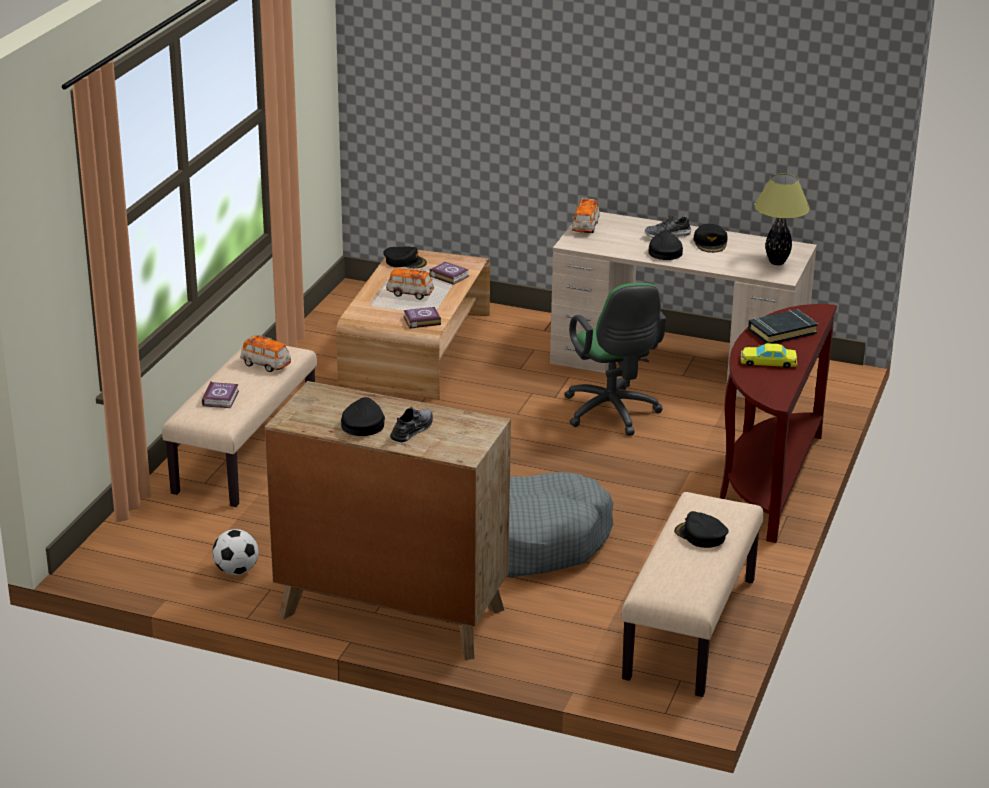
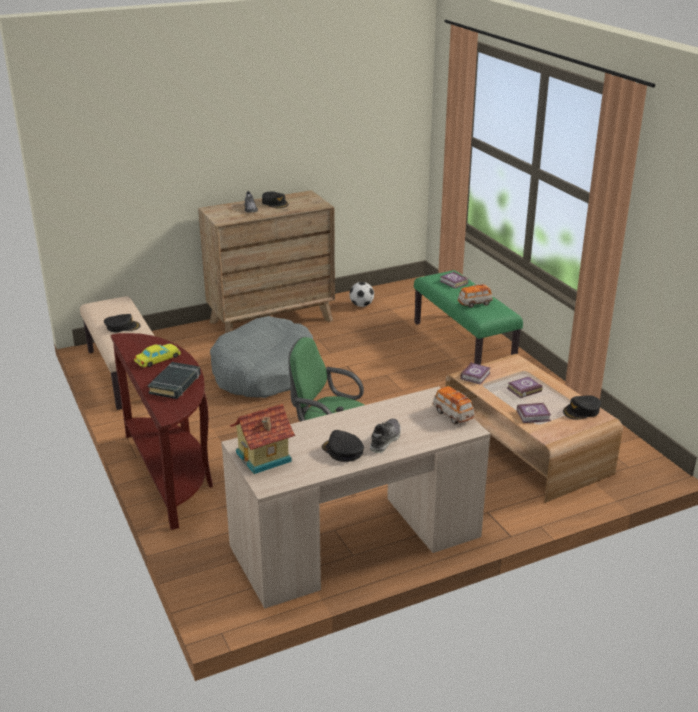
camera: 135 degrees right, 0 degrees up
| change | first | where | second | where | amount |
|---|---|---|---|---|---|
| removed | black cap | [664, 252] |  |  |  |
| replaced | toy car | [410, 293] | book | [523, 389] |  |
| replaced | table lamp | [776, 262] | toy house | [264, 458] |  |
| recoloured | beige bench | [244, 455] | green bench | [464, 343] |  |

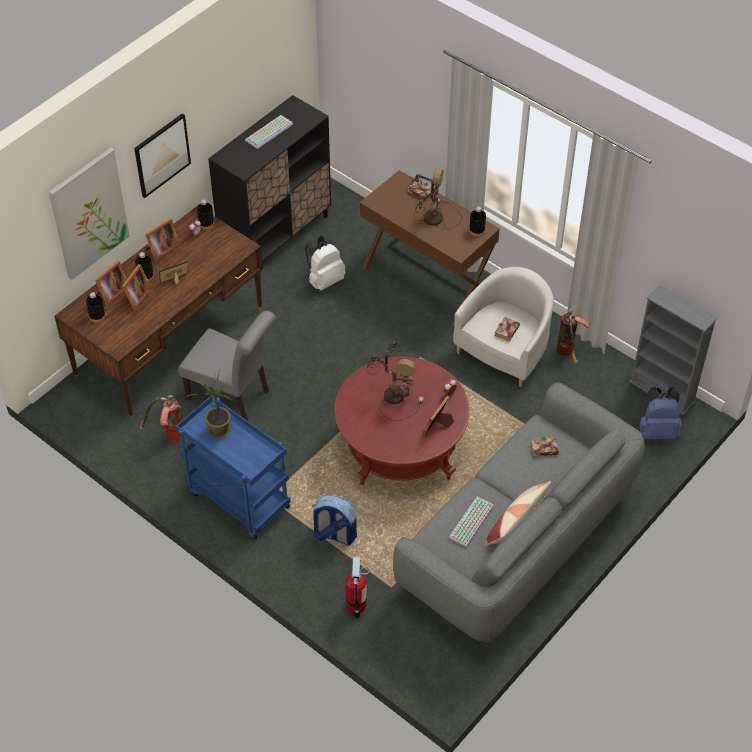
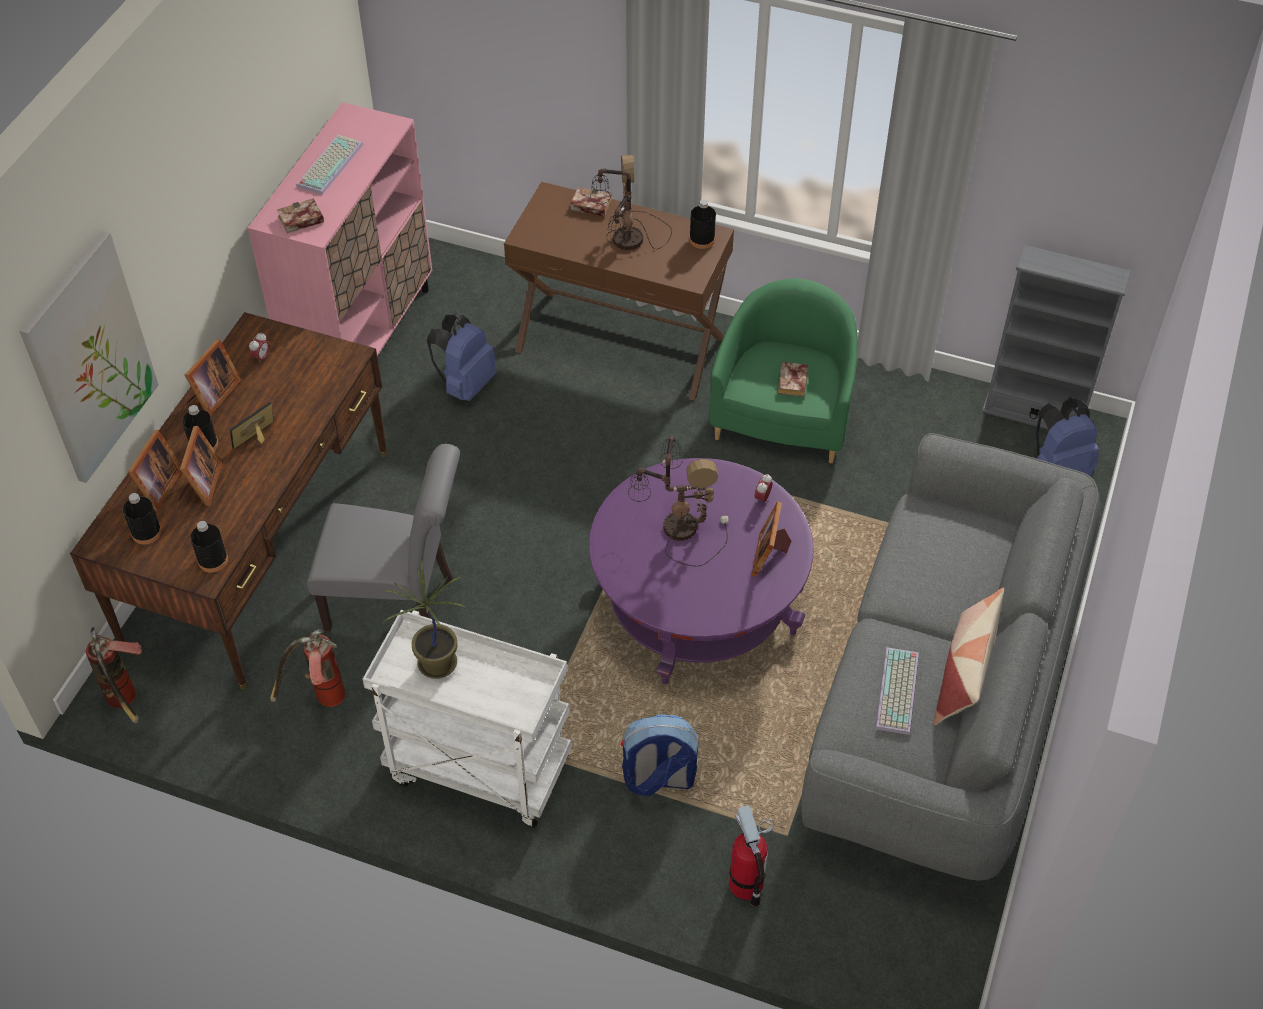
camera: 20 degrees left, 0 degrees up
| change | first | where | second | where | amount |
|---|---|---|---|---|---|
| removed | picture | [162, 155] |  |  |  |
| moved | black bottle | [206, 223] |  | [213, 560] |  |
| moved | book | [543, 449] |  | [300, 221] |  |
| moved | fire extinguisher | [568, 354] |  | [128, 703] |  |
| recoloured | blue cart | [237, 499] | white cart | [476, 770] |  |
| recoloured | black cabinet | [276, 236] | pink cabinet | [362, 339] |  |
| recoloured | white backpack | [324, 280] | blue backpack | [465, 384] |  |
| recoloured | red coffee table | [401, 446] | purple coffee table | [697, 605] |  |
| recoloured | white armchair | [505, 350] | green armchair | [783, 415] |  |

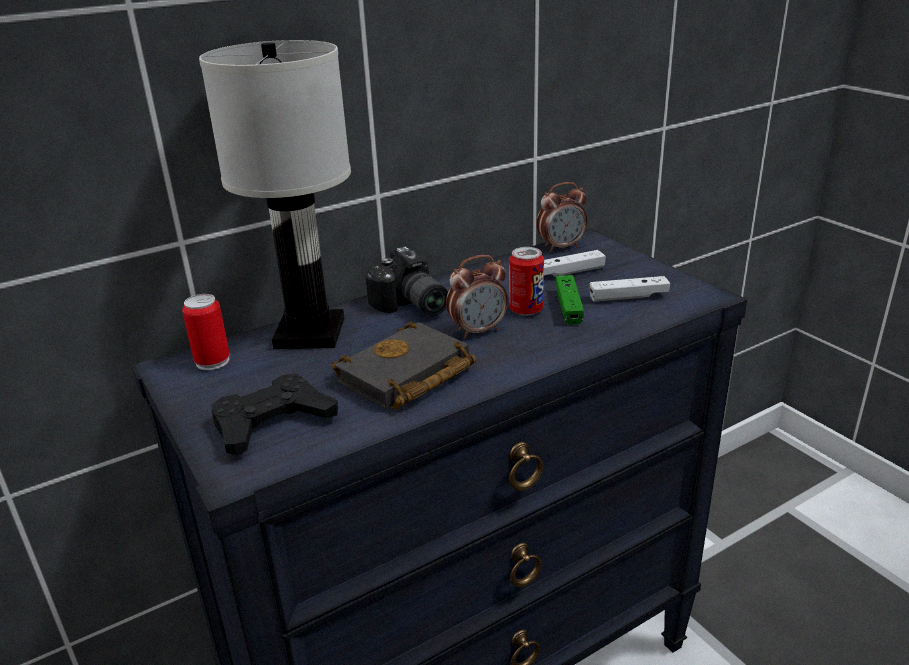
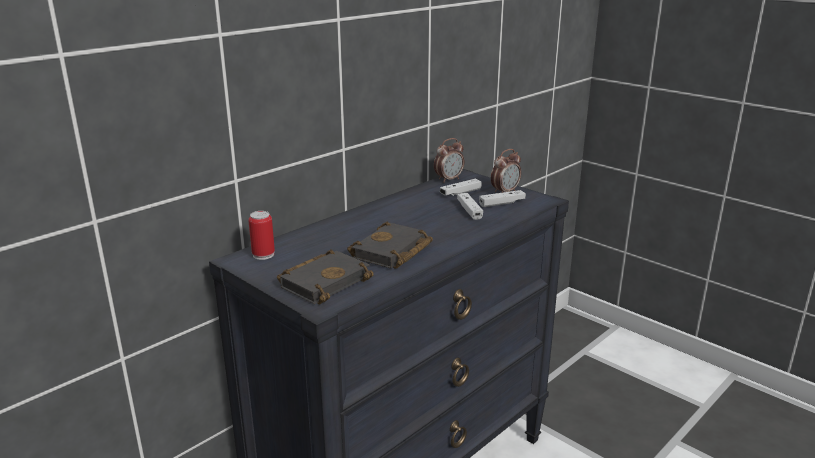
camera: 15 degrees left, 5 degrees down
| change | first | where | second | where | amount |
|---|---|---|---|---|---|
| removed | white table lamp | [308, 334] |  |  |  |
| removed | photo camera | [410, 306] |  |  |  |
| removed | can | [526, 310] |  |  |  |
| moved | alarm clock | [478, 331] |  | [505, 192] |  |
| replaced | black game controller | [272, 422] | black book | [325, 281] |  |
| recoloured | green game controller | [568, 306] | white game controller | [469, 211] |  |

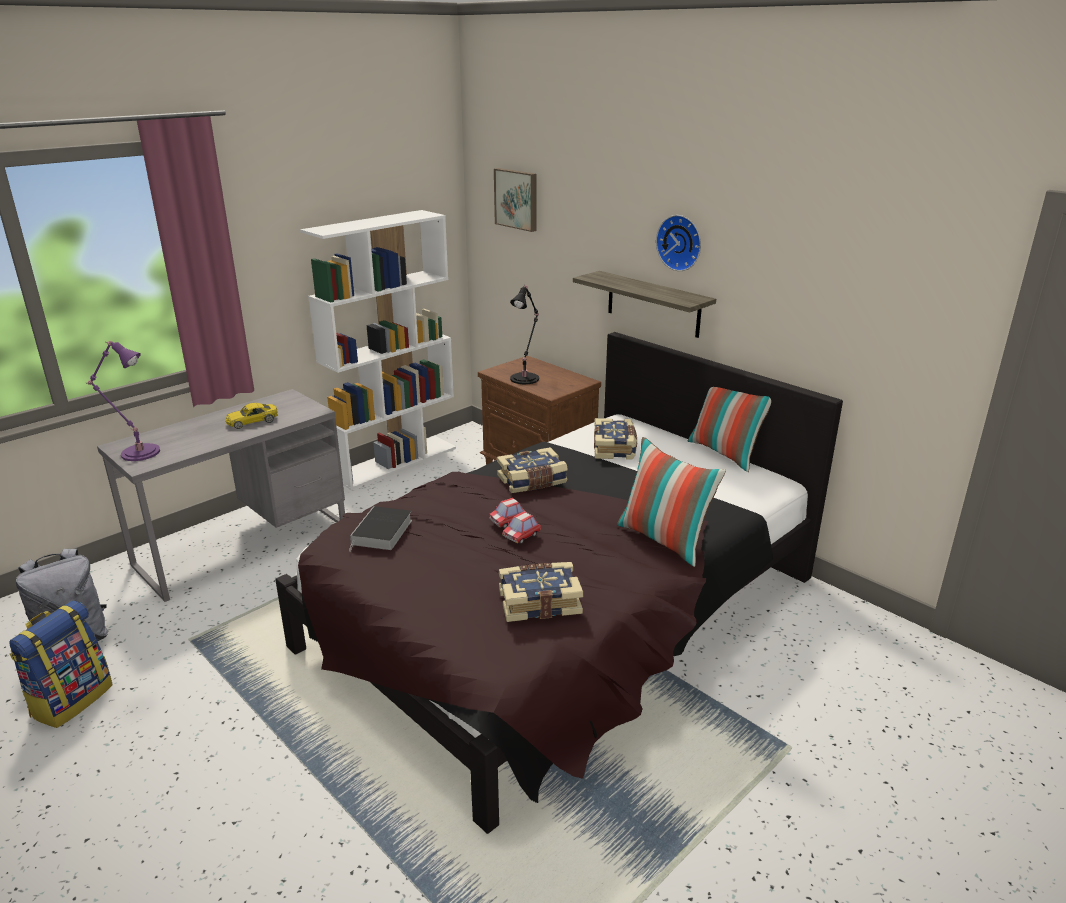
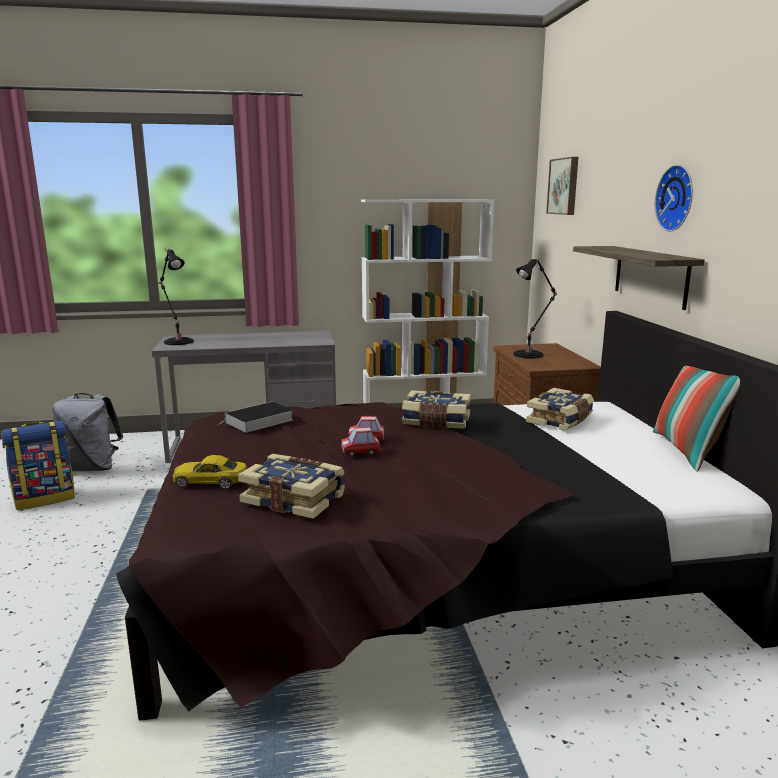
camera: 35 degrees right, 10 degrees down
| change | first | where | second | where | amount |
|---|---|---|---|---|---|
| removed | pillow | [664, 540] |  |  |  |
| moved | yellow toy car | [252, 421] |  | [210, 481] |  |
| recoloured | purple table lamp | [138, 452] | black table lamp | [178, 341] |  |

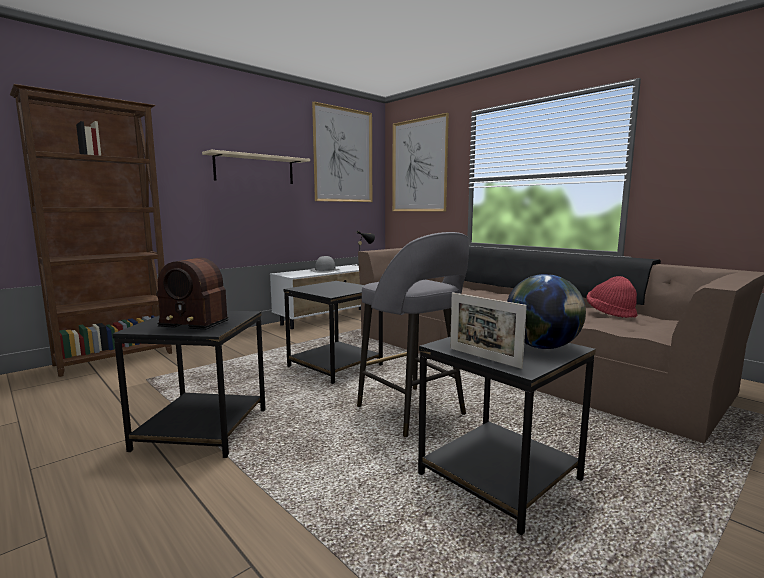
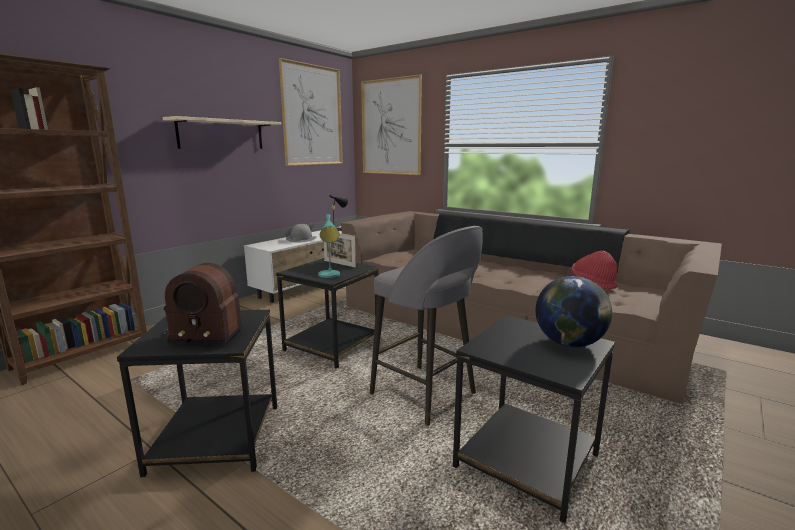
camera: 10 degrees left, 5 degrees up
| change | first | where | second | where | amount |
|---|---|---|---|---|---|
| added |  |  | turquoise table lamp | [330, 275] |  |
| moved | picture frame | [484, 358] |  | [339, 264] |  |

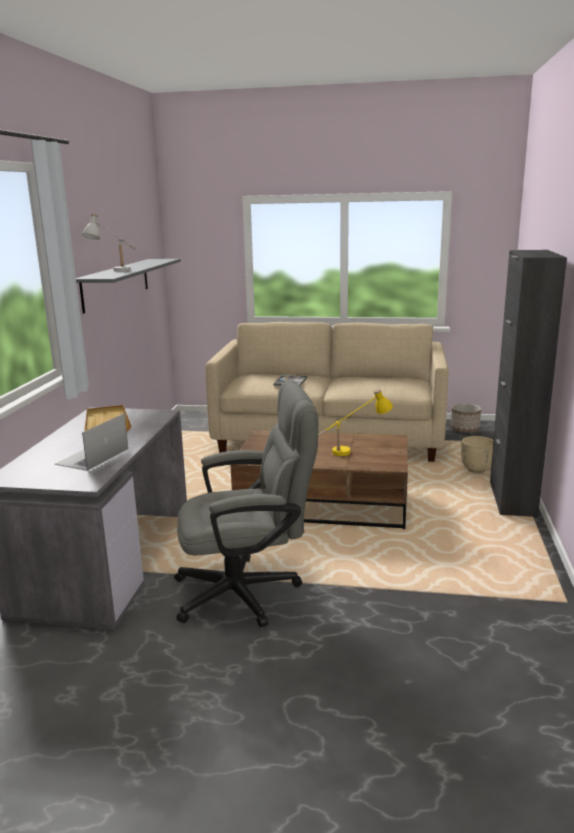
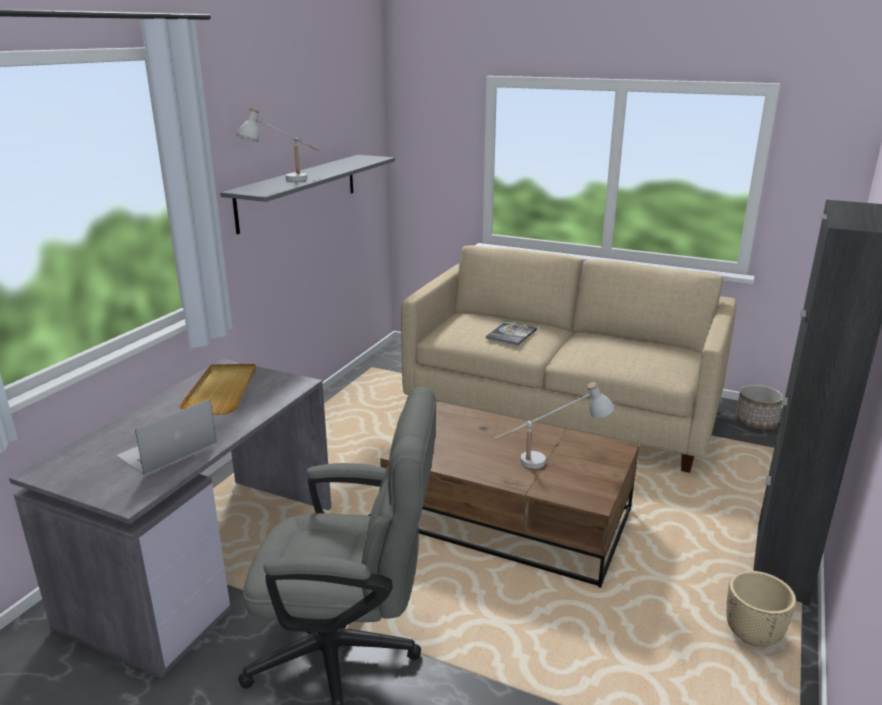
camera: 15 degrees right, 5 degrees up
| change | first | where | second | where | amount |
|---|---|---|---|---|---|
| moved | beige planter | [476, 470] |  | [753, 635] |  |
| recoloured | yellow table lamp | [353, 450] | white table lamp | [551, 460] |  |

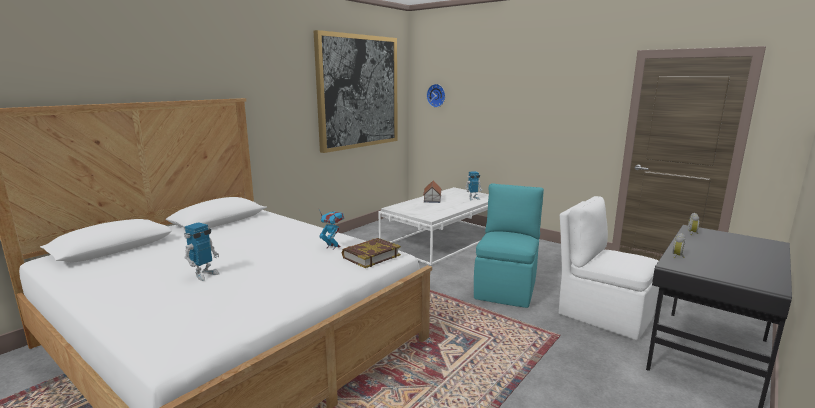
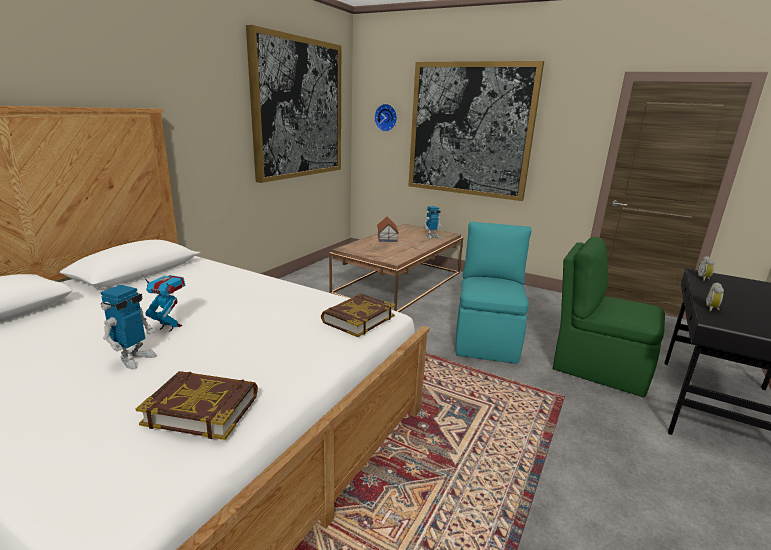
camera: 10 degrees left, 5 degrees up
| change | first | where | second | where | amount |
|---|---|---|---|---|---|
| added |  |  | book | [202, 409] |  |
| added |  |  | picture | [470, 130] |  |
| moved | toy robot | [332, 247] |  | [170, 327] |  |
| recoloured | white coffee table | [443, 239] | brown coffee table | [399, 282] |  |
| recoloured | white chair | [602, 314] | green chair | [597, 367] |  |

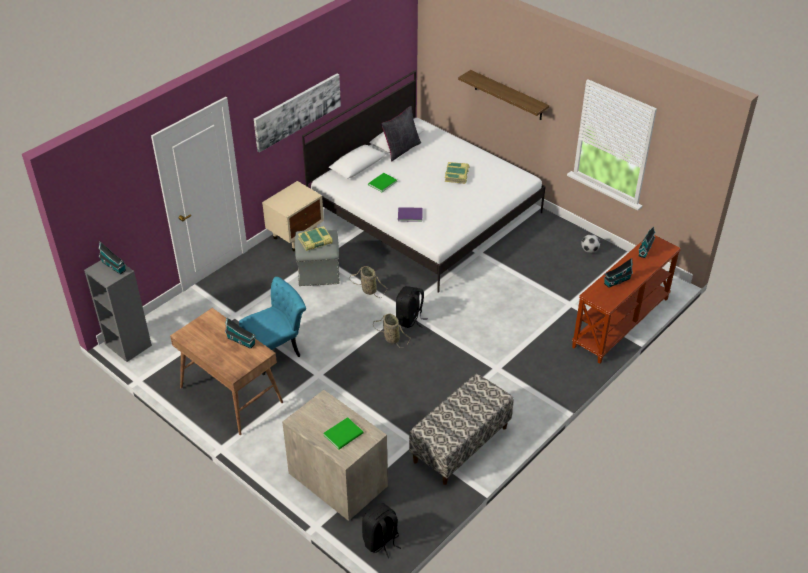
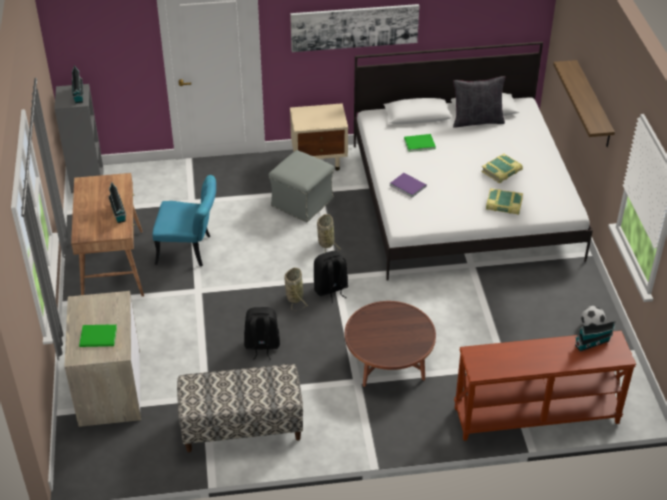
camera: 40 degrees right, 0 degrees up
| change | first | where | second | where | amount |
|---|---|---|---|---|---|
| removed | toy house | [616, 281] |  |  |  |
| added |  |  | brown coffee table | [388, 360] |  |
| moved | book | [315, 241] |  | [503, 205] |  |
| moved | black backpack | [381, 541] |  | [262, 346] |  |

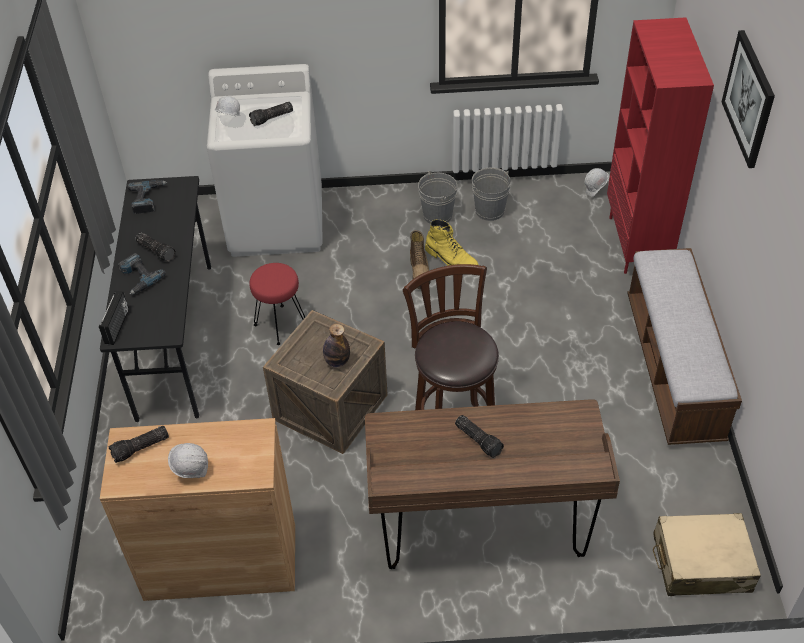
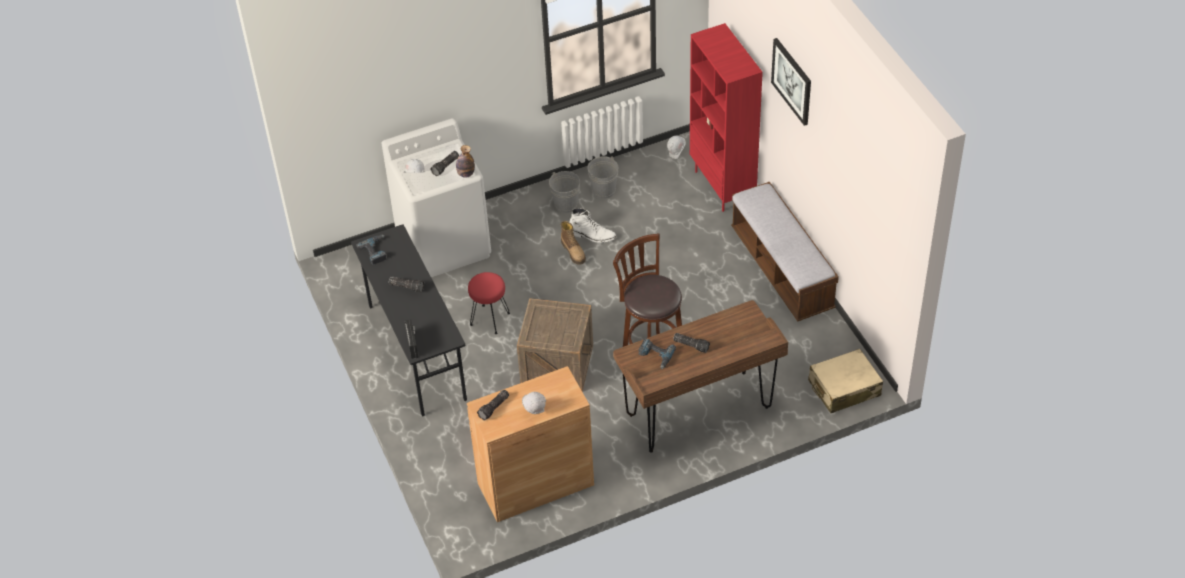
camera: 20 degrees left, 0 degrees up
| change | first | where | second | where | amount |
|---|---|---|---|---|---|
| moved | power drill | [138, 278] |  | [655, 356] |  |
| moved | bottle | [337, 361] |  | [466, 174] |  |
| recoloured | yellow boot | [451, 259] | white boot | [592, 235] |  |

